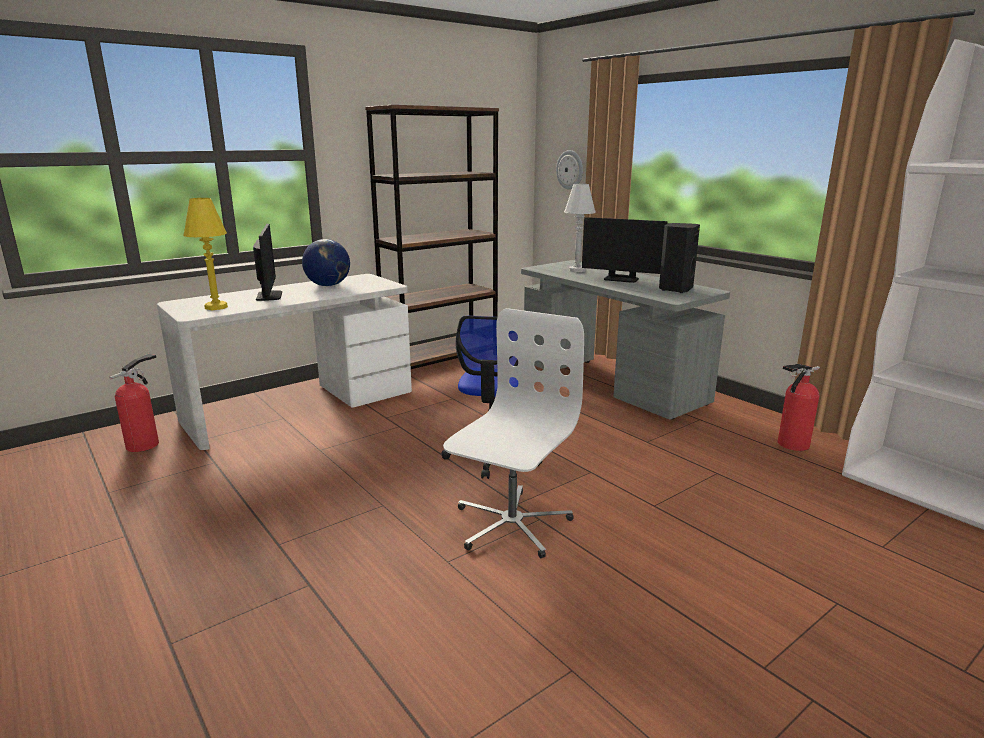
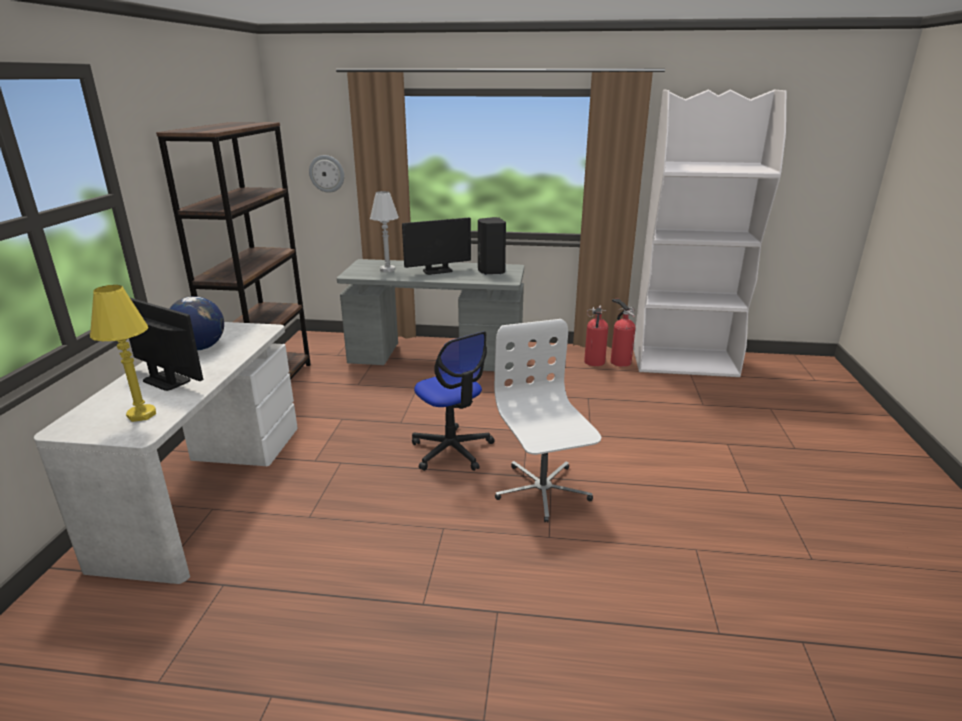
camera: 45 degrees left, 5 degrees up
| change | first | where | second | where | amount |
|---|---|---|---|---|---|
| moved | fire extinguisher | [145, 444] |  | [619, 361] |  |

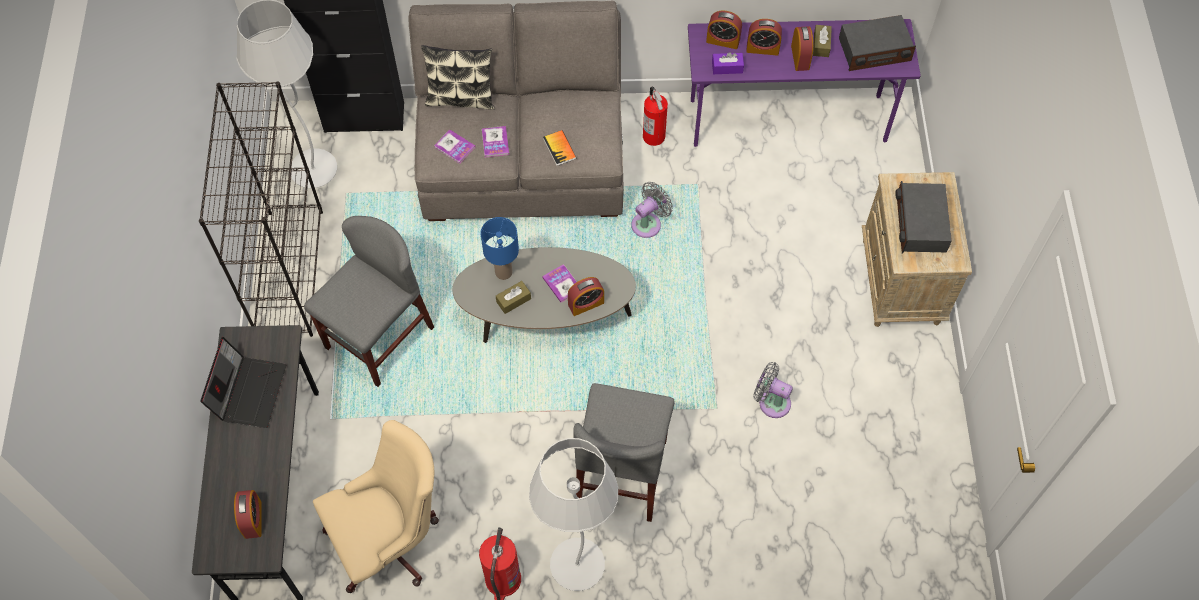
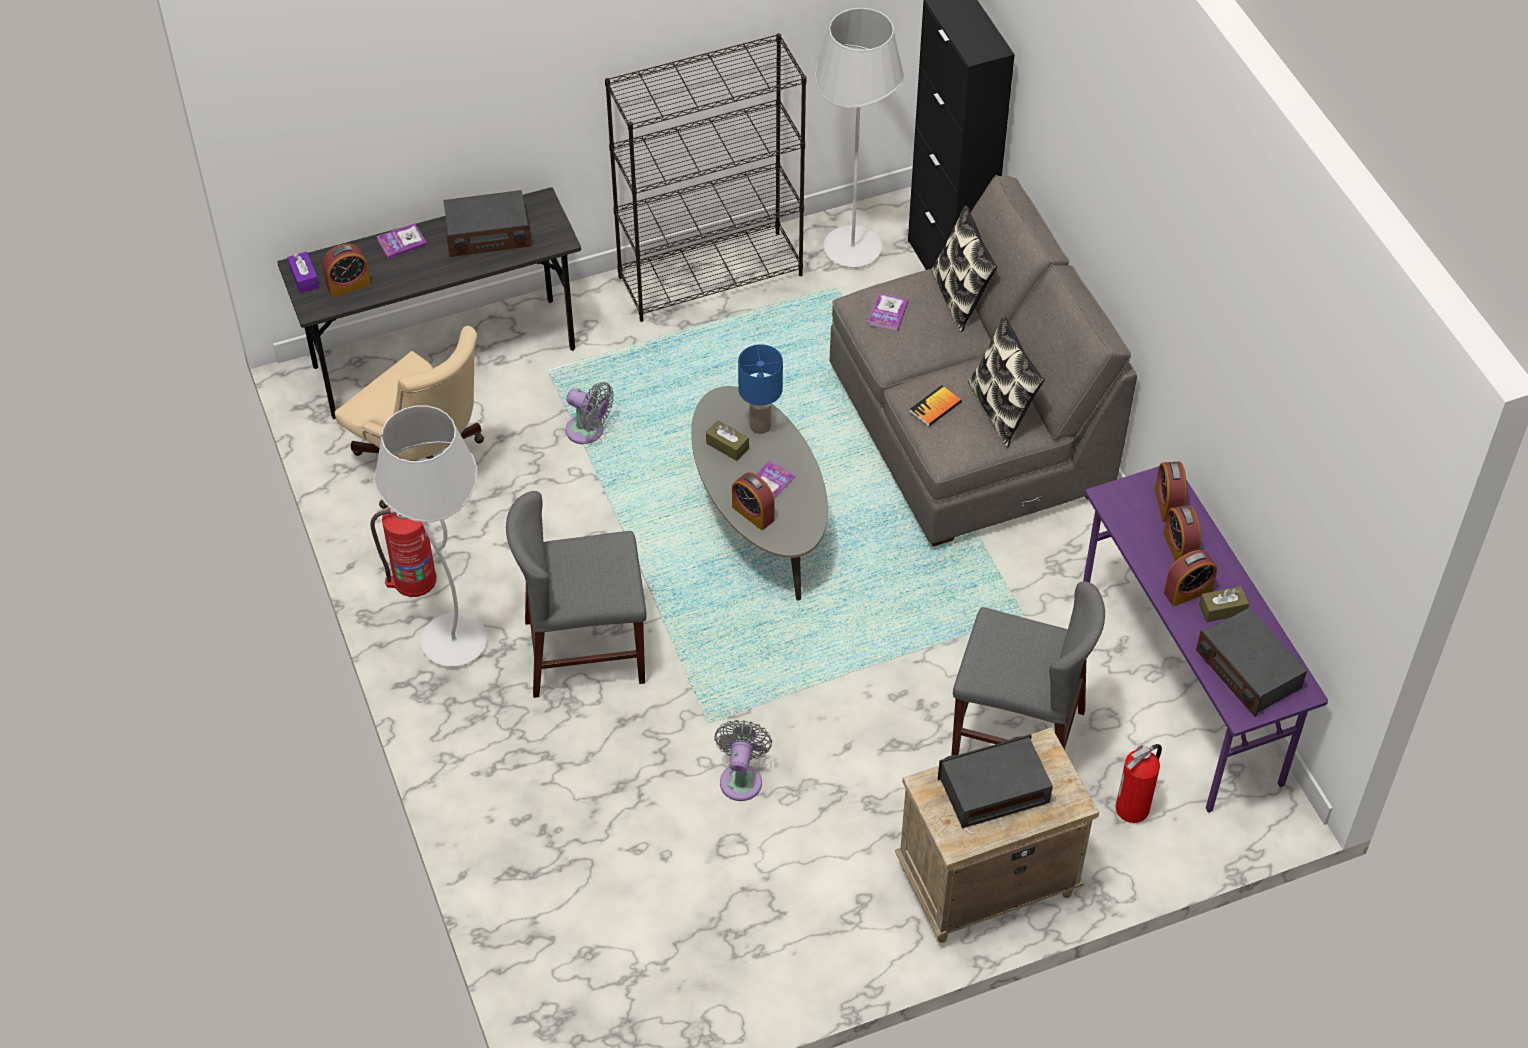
camera: 70 degrees right, 10 degrees down
| change | first | where | second | where | amount |
|---|---|---|---|---|---|
| added |  |  | pillow | [1001, 410] |  |
| moved | grey chair | [379, 337] |  | [1017, 735] |  |
| moved | book | [495, 142] |  | [402, 242] |  |
| moved | grey fan | [648, 223] |  | [588, 431] |  |
| moved | fire extinguisher | [654, 136] |  | [1133, 809] |  |
| moved | purple tissue box | [727, 67] |  | [304, 278] |  |
| replaced | laptop | [249, 391] | radio | [488, 233] |  |

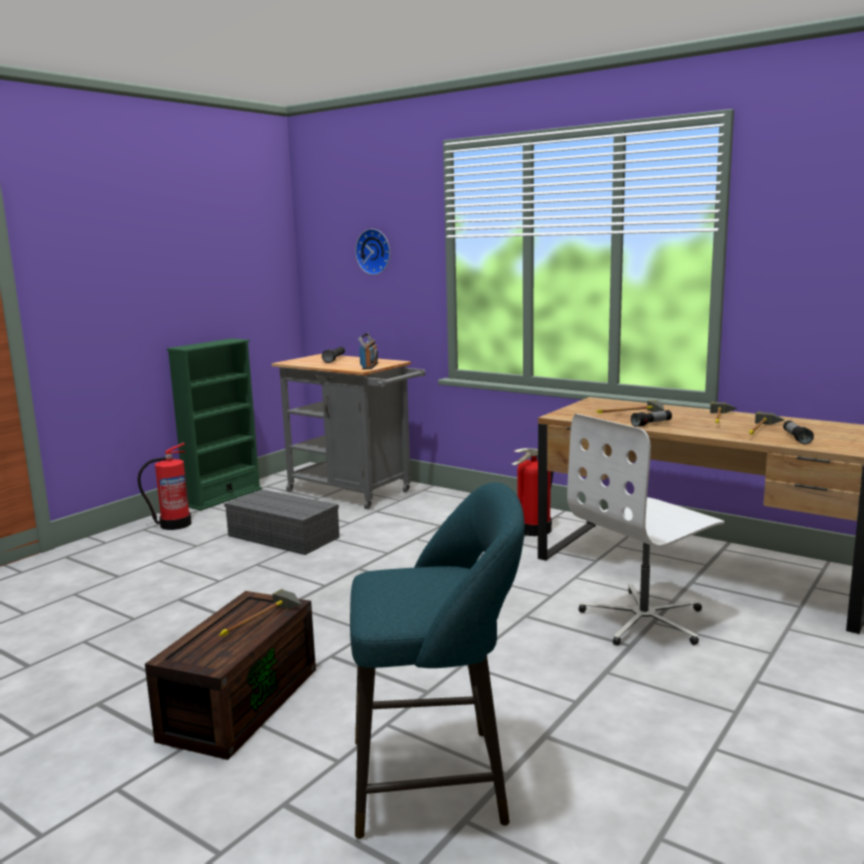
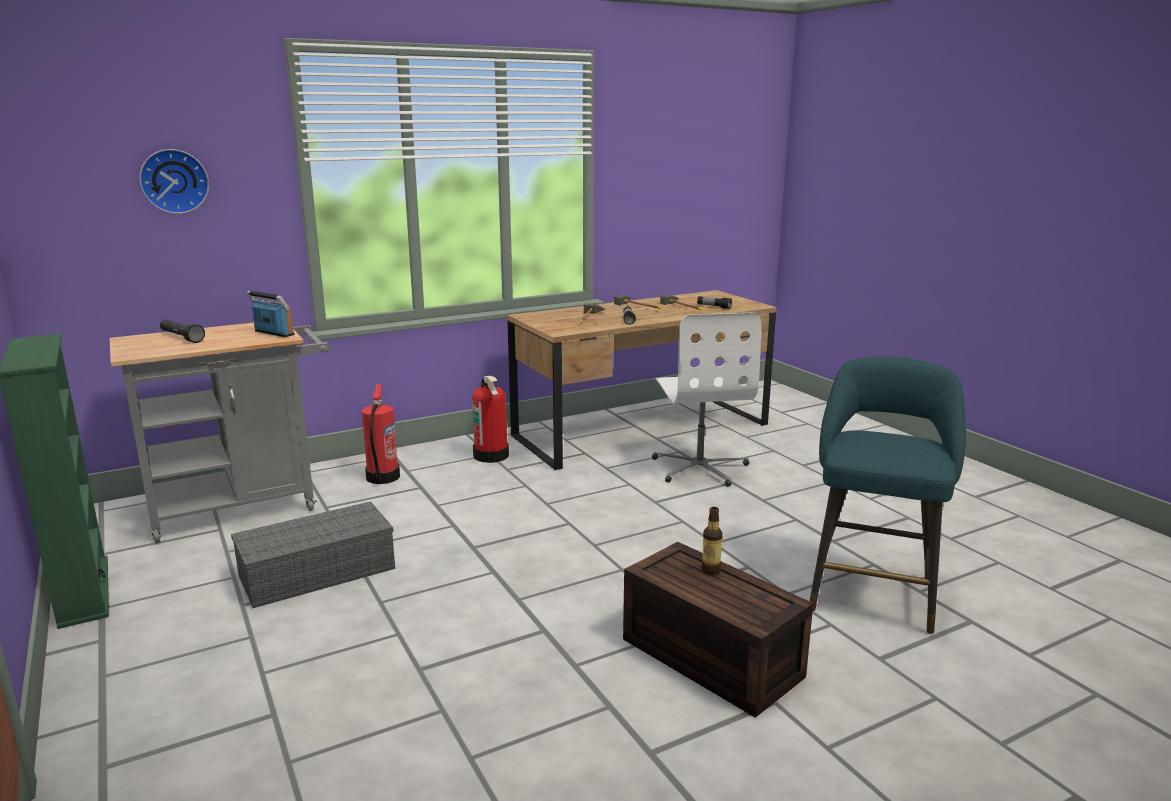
camera: 65 degrees left, 5 degrees up
| change | first | where | second | where | amount |
|---|---|---|---|---|---|
| moved | fire extinguisher | [174, 524] |  | [382, 477] |  |
| replaced | hammer | [260, 623] | bottle | [710, 570] |  |

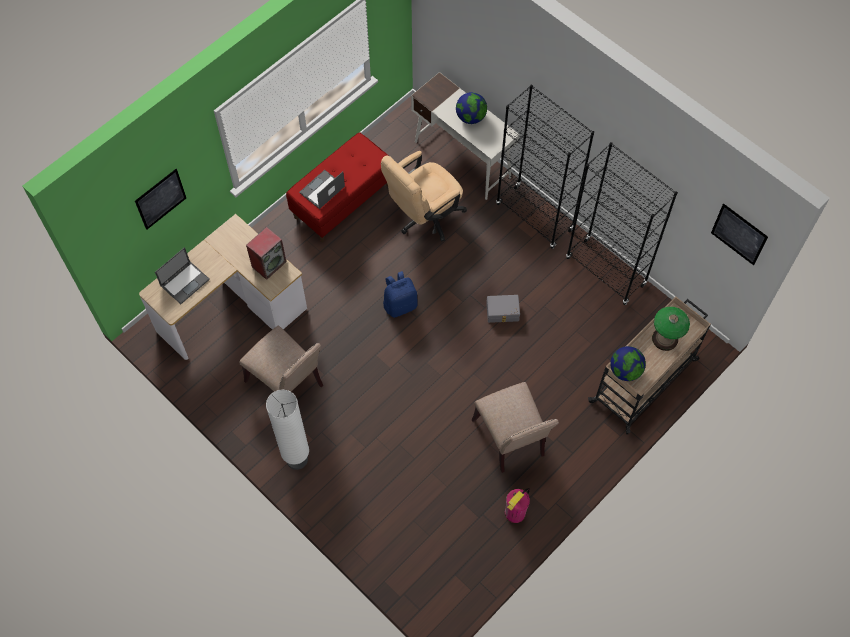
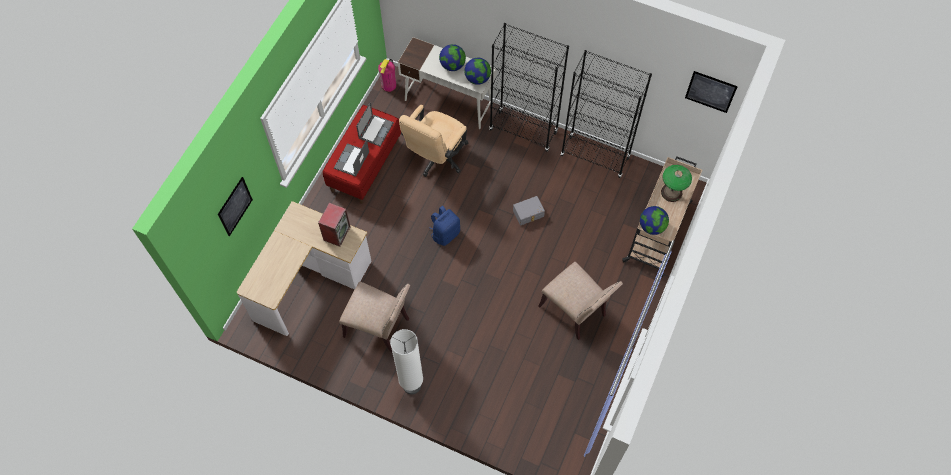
camera: 20 degrees left, 0 degrees up
| change | first | where | second | where | amount |
|---|---|---|---|---|---|
| added |  |  | globe | [477, 79] |  |
| moved | laptop | [185, 282] |  | [376, 130] |  |
| moved | fire extinguisher | [515, 512] |  | [389, 85] |  |

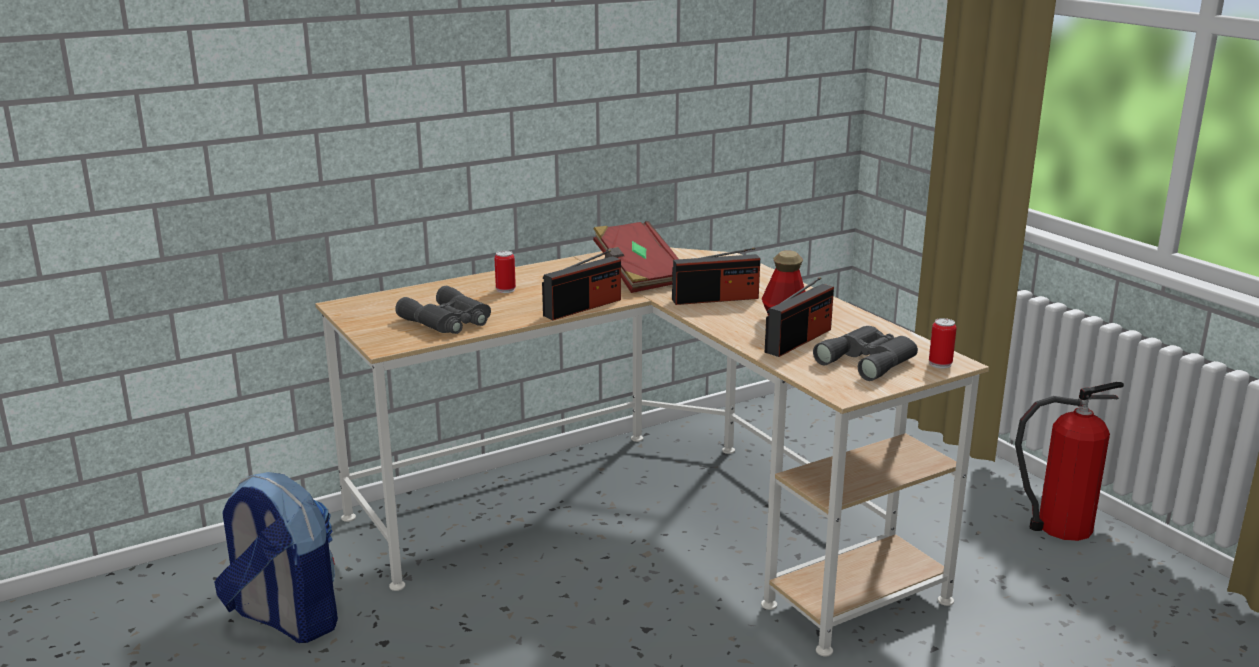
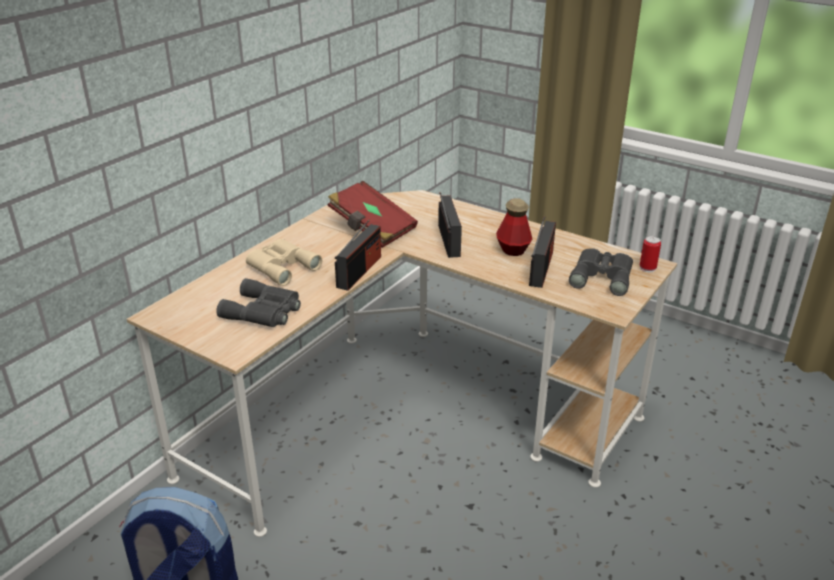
camera: 25 degrees left, 10 degrees up
| change | first | where | second | where | amount |
|---|---|---|---|---|---|
| removed | fire extinguisher | [1060, 527] |  |  |  |
| replaced | can | [505, 290] | beige binoculars | [281, 266] |  |
| turned | radio | [715, 299] |  | [449, 240] | 60 degrees counterclockwise |

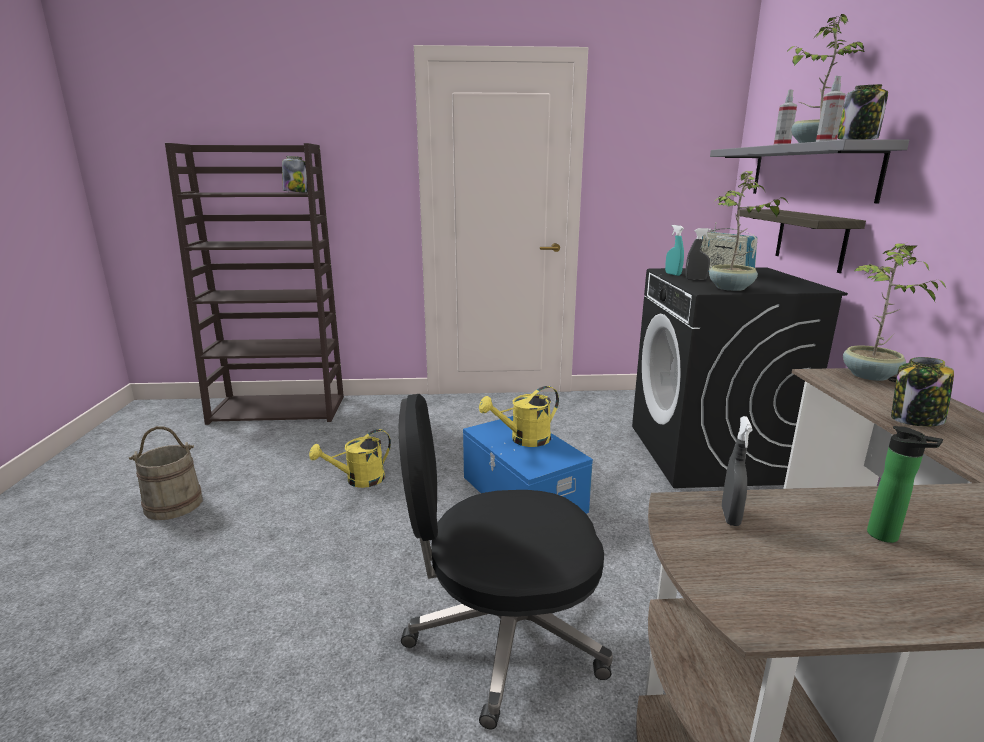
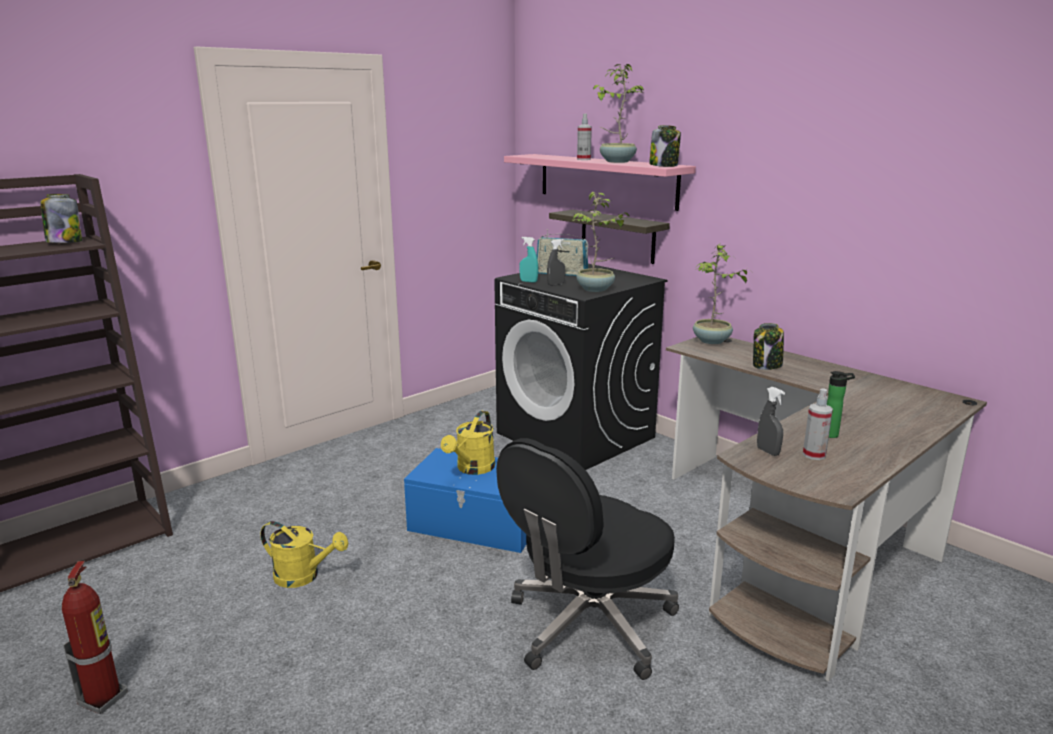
camera: 40 degrees left, 0 degrees up
| change | first | where | second | where | amount |
|---|---|---|---|---|---|
| moved | spray bottle | [826, 141] |  | [814, 455] |  |
| replaced | beige bucket | [174, 504] | fire extinguisher | [104, 698] |  |
| recoloured | grey shelf | [810, 172] | pink shelf | [606, 180] |  |
| turned | yellow watering can | [358, 480] |  | [304, 576] | 90 degrees counterclockwise |

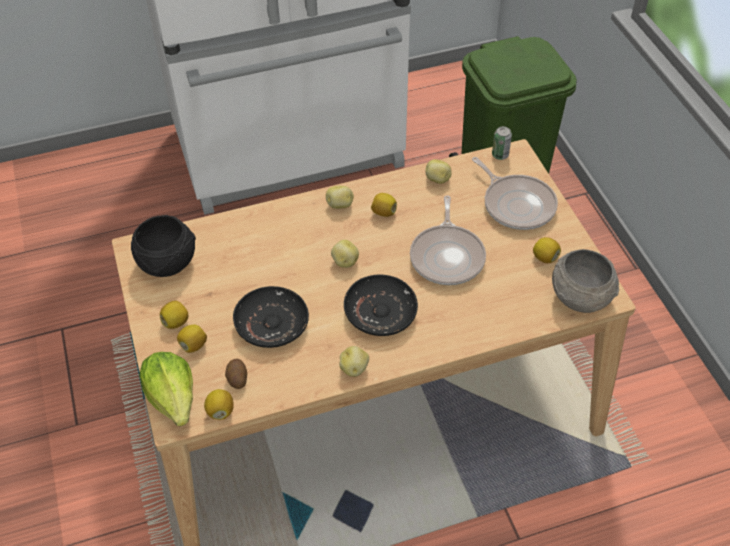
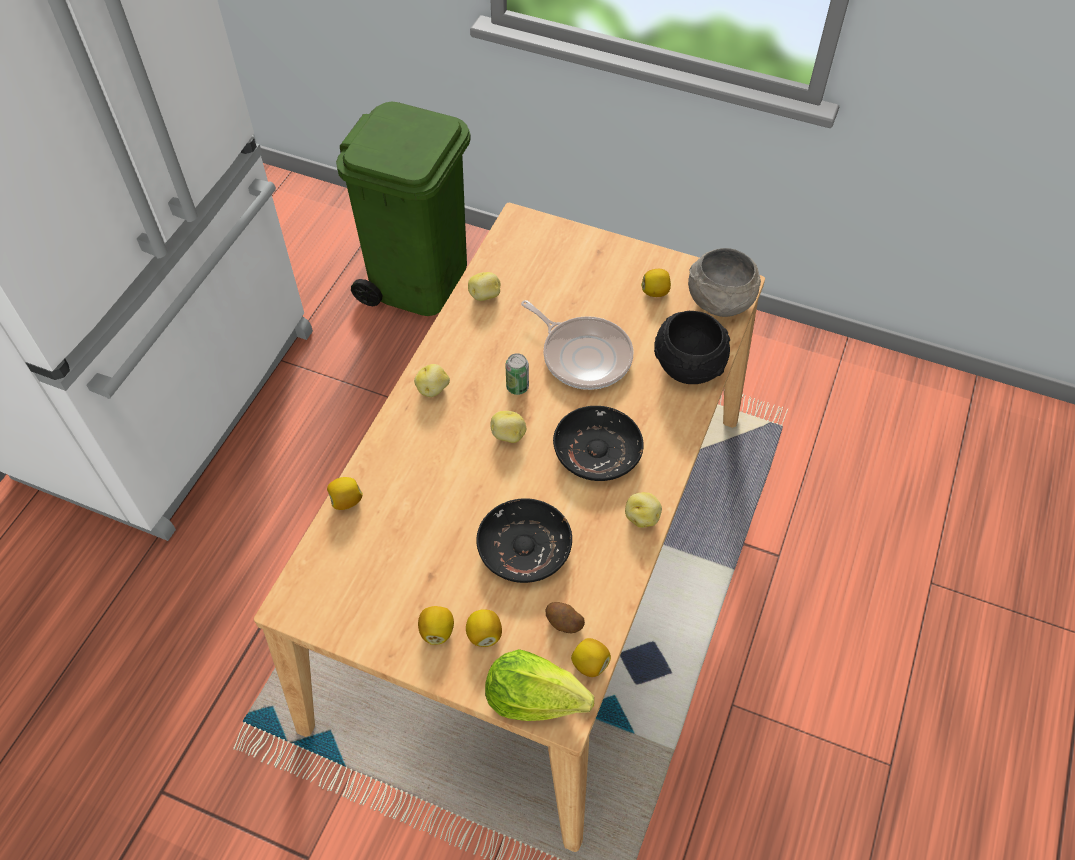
camera: 50 degrees left, 5 degrees up
| change | first | where | second | where | amount |
|---|---|---|---|---|---|
| removed | frying pan | [516, 204] |  |  |  |
| moved | black bowl | [168, 262] |  | [689, 365] |  |
| moved | lemon | [383, 212] |  | [346, 501] |  |
| moved | can | [500, 155] |  | [517, 387] |  |

